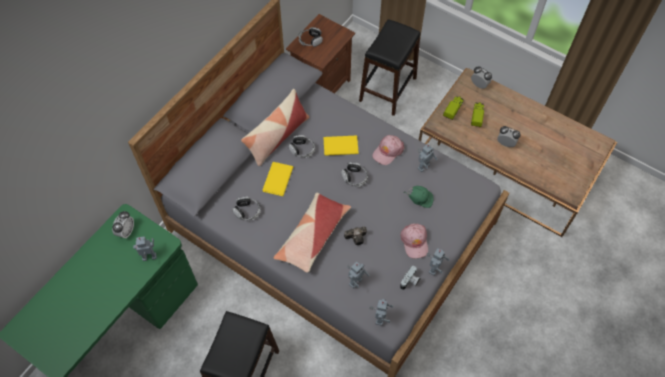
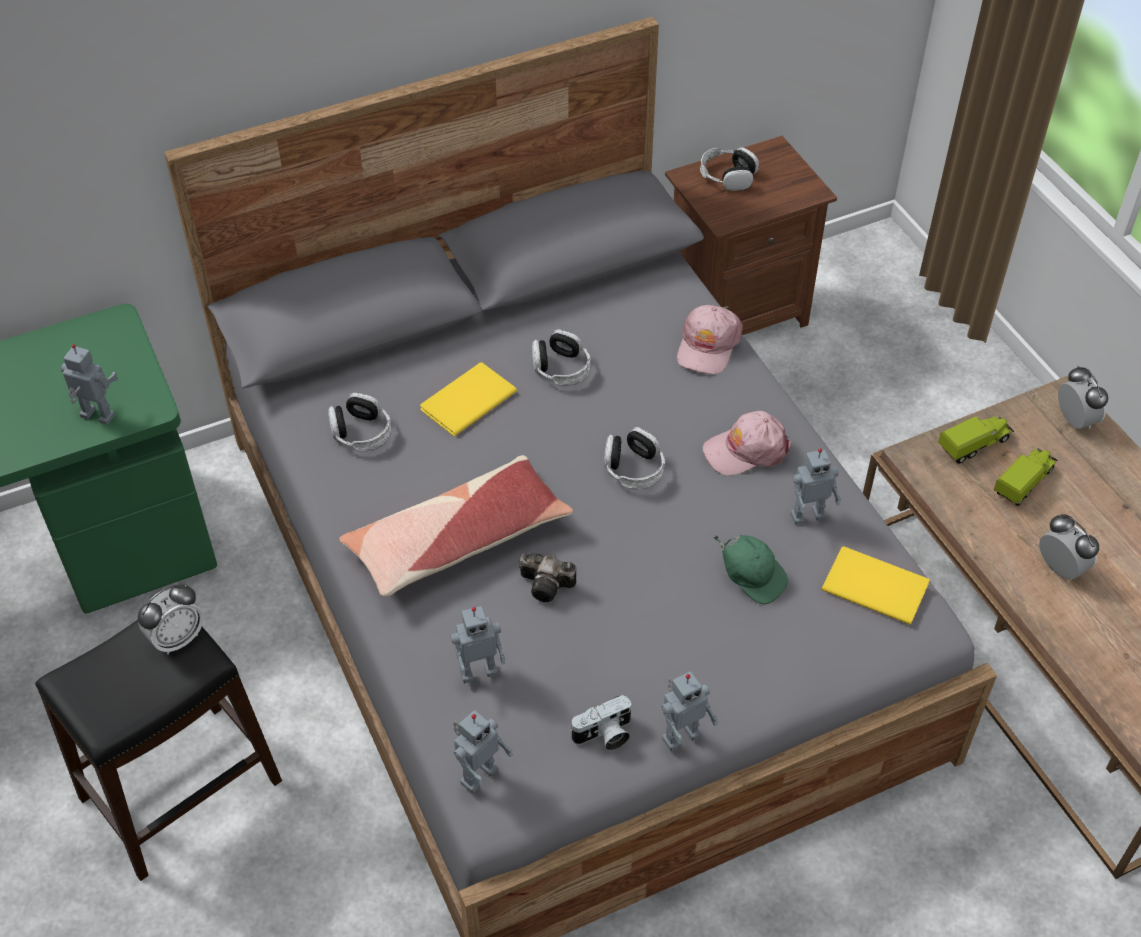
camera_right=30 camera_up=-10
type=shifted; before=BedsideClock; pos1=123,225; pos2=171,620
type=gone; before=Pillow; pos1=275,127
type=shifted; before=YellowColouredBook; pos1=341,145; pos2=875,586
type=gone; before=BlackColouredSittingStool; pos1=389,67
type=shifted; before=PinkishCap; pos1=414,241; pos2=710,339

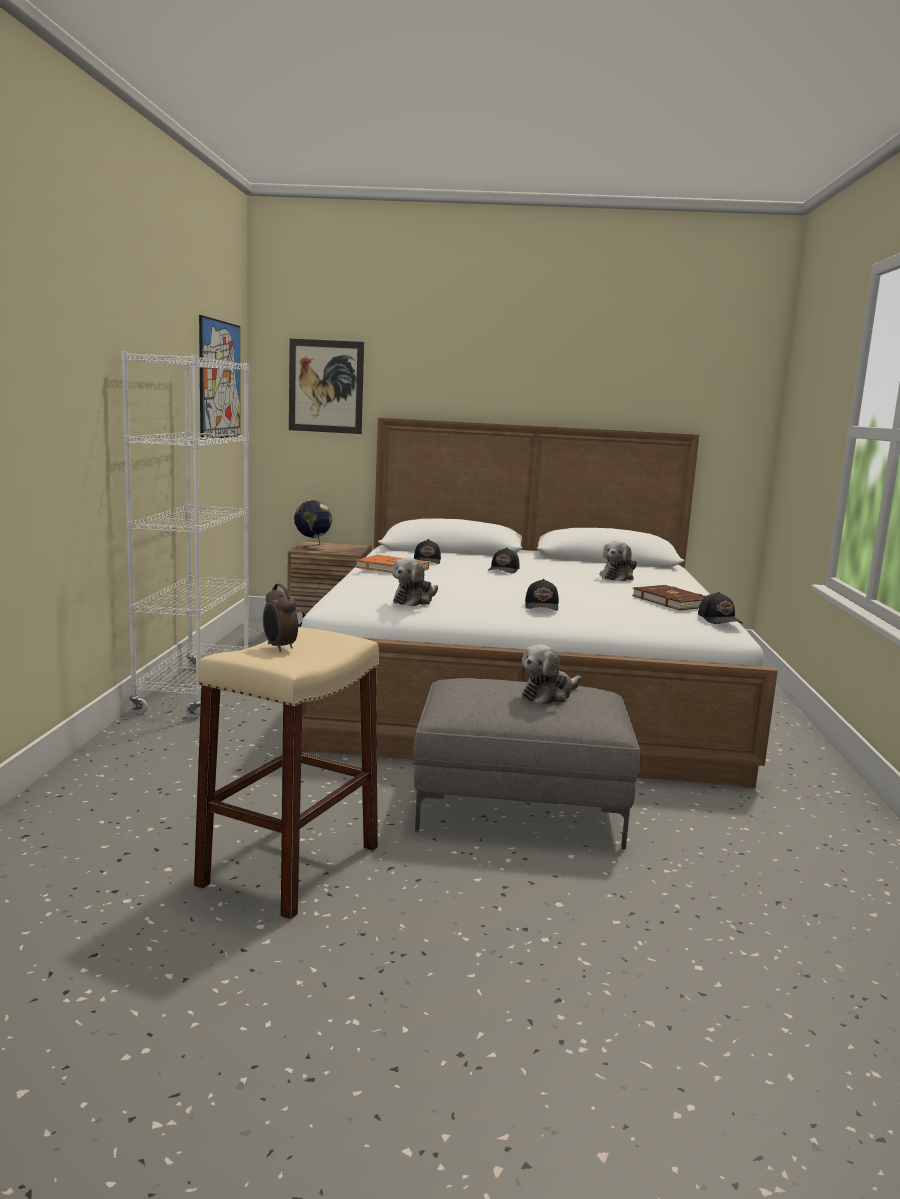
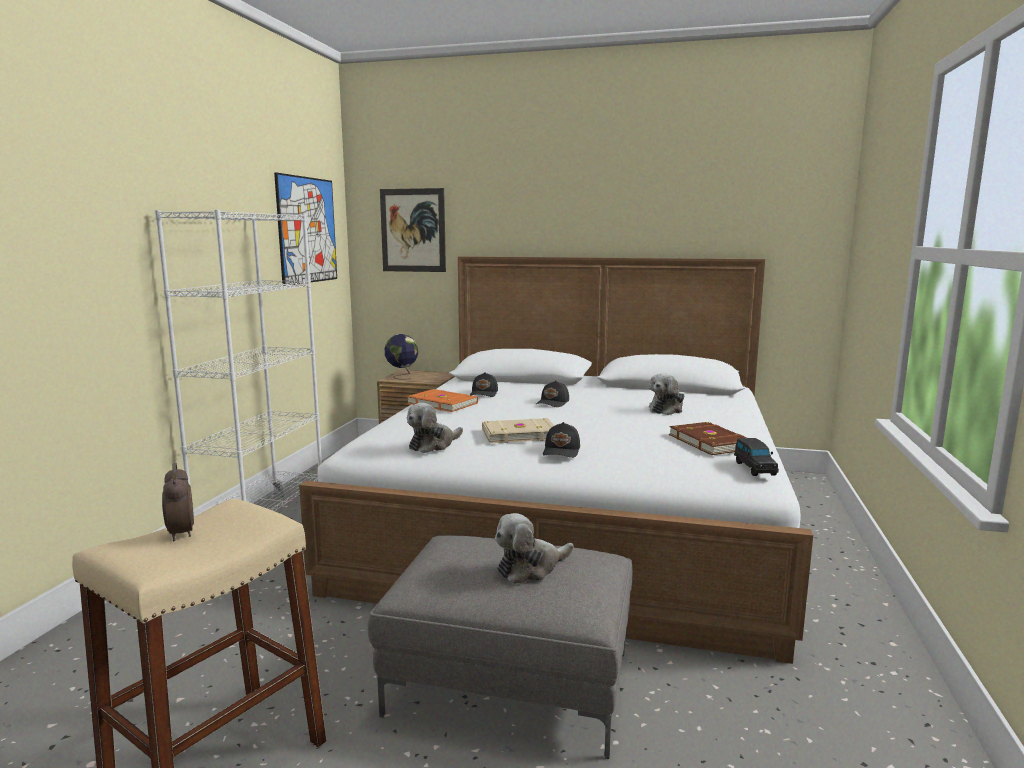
camera_right=10 camera_up=0
type=swapped; before=BlackColouredCap; after=BlackColouredModelCar; pos1=720,608; pos2=756,457
type=new; after=BeigeColouredBook; pos2=518,430

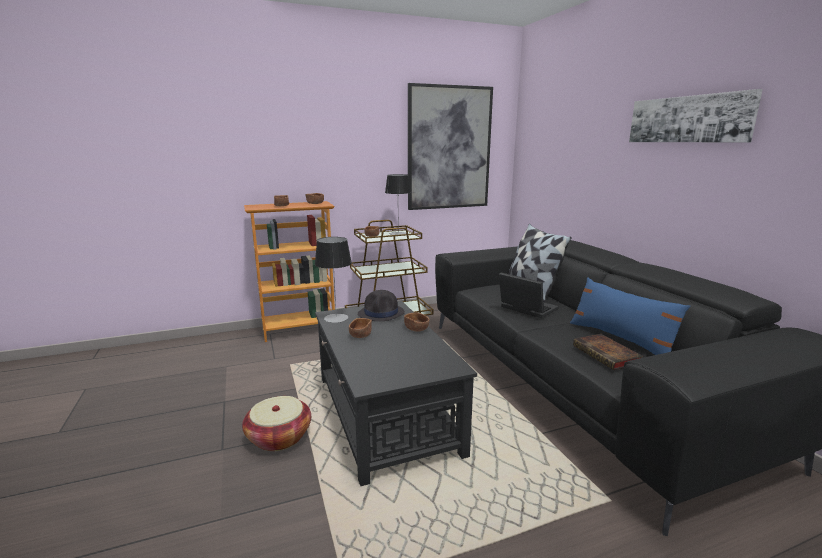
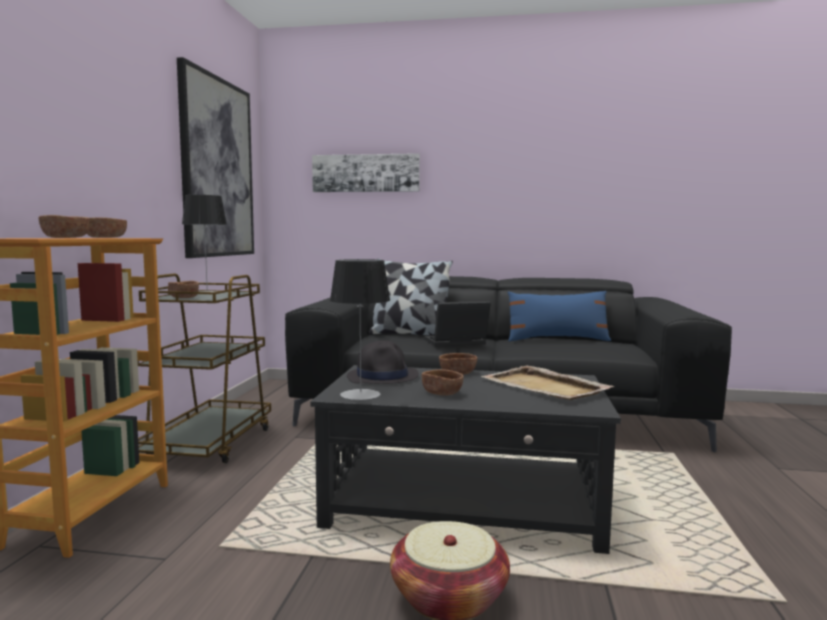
camera_right=-60 camera_up=-10
type=gone; before=Book; pos1=608,352
type=shifted; before=WallArt; pos1=696,116; pos2=366,172
type=new; after=BeigeColouredCarryingTray; pos2=548,382

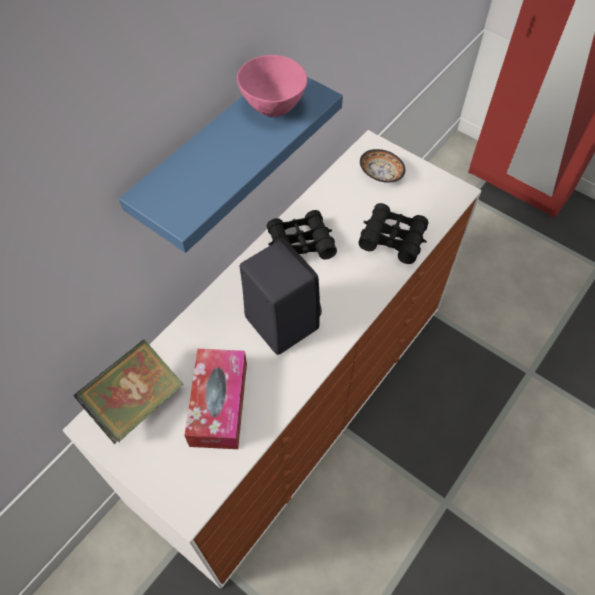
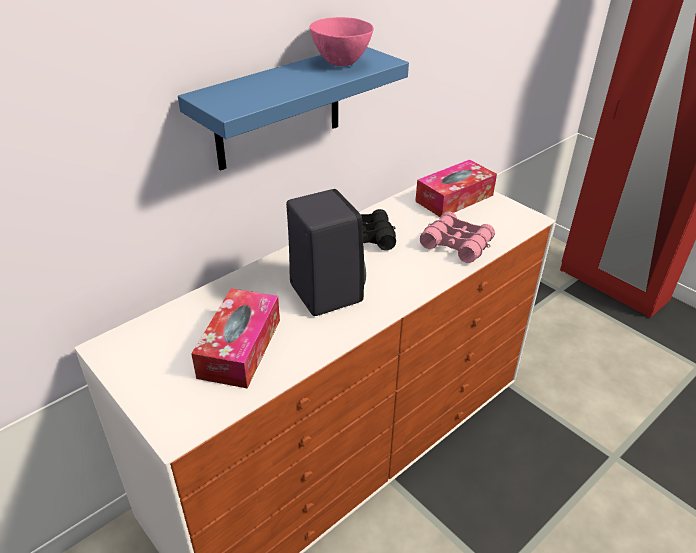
camera_right=10 camera_up=-20
type=gone; before=Book; pos1=129,391
type=repainted; before=BlackColouredPairOfBinoculars; after=PinkishPairOfBinoculars; pos1=394,233; pos2=457,237
type=swapped; before=Bowl; after=TissueBox; pos1=382,166; pos2=456,188

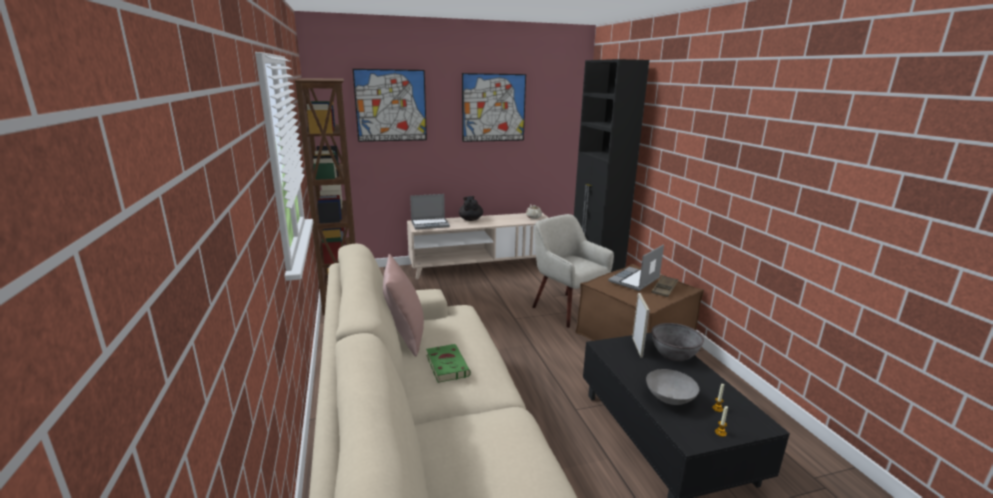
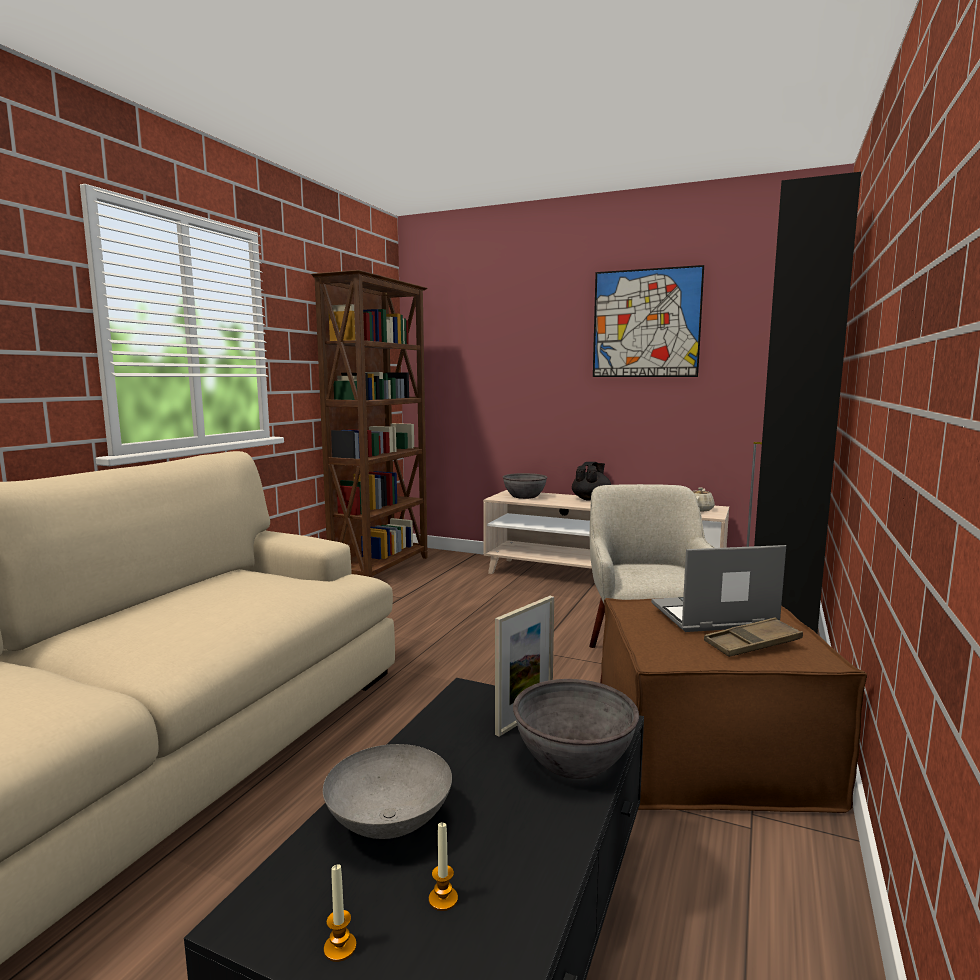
camera_right=40 camera_up=-10
type=gone; before=WallArt; pos1=390,105
type=gone; before=PinkishPillow; pos1=403,305
type=swapped; before=Laptop; after=GreyishBowl; pos1=430,212; pos2=525,486
type=gone; before=GreenBook; pos1=448,363

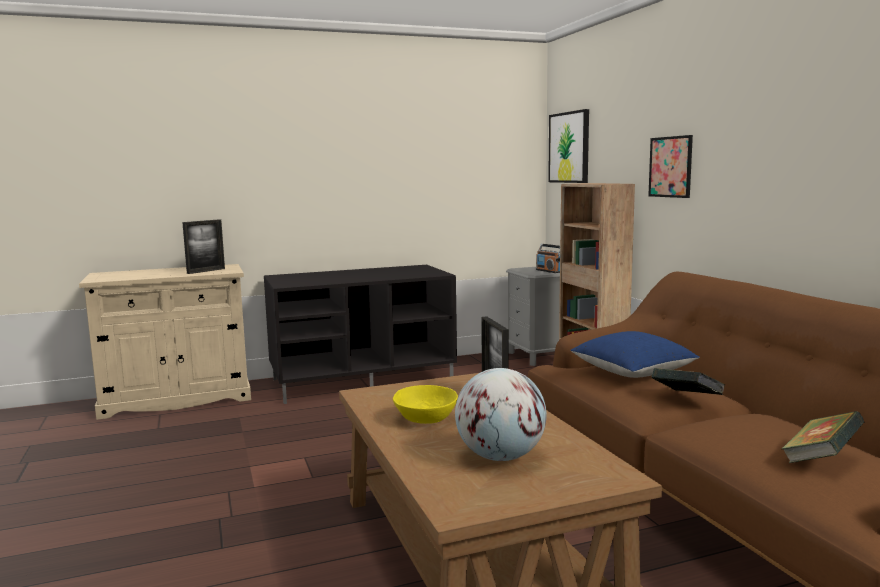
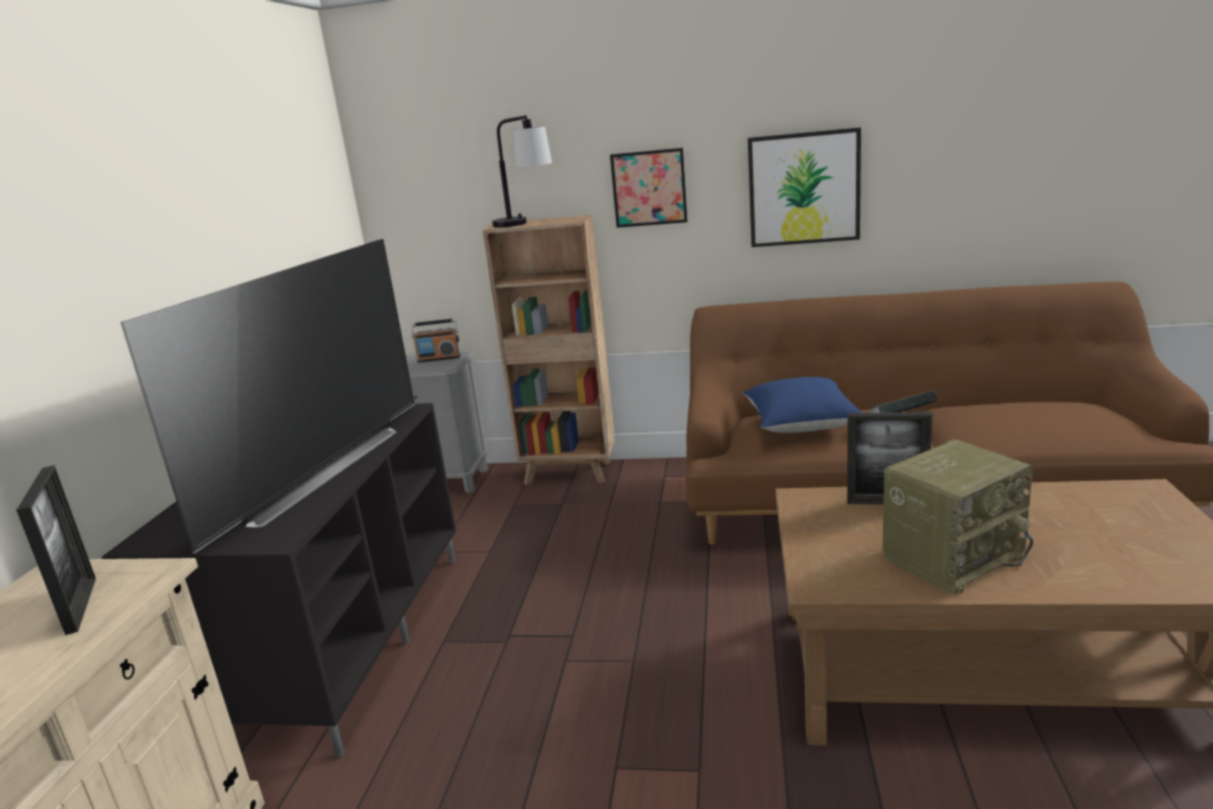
camera_right=-60 camera_up=10
type=swapped; before=YellowColouredBowl; after=RadioReceiver; pos1=425,404; pos2=958,517
type=gone; before=DeskGlobe; pos1=501,414
type=shifted; before=WallArt; pos1=568,146; pos2=804,187
type=gone; before=Book; pos1=823,437
type=new; after=Tv; pos2=267,396
type=new; after=LampForATable; pos2=522,171

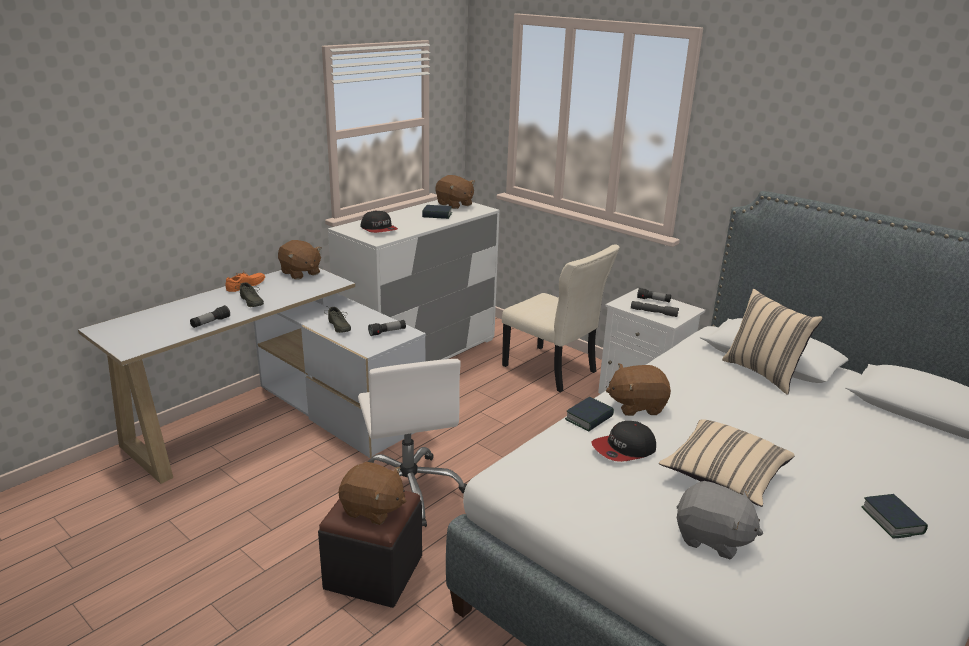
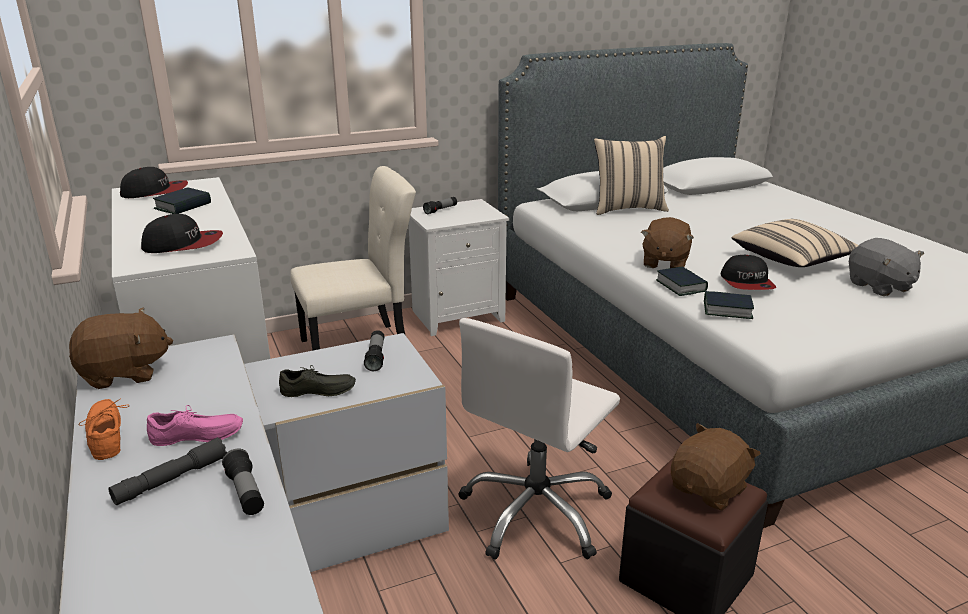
camera_right=-65 camera_up=0
type=repainted; before=GreyishShoe; after=PinkishShoe; pos1=249,294; pos2=195,425
type=rotated; before=WhiteColouredOfficeChair; pos1=412,443; pos2=539,439; turn=120
type=swapped; before=BrownColouredSoftToy; after=Cap; pos1=455,192; pos2=154,182
type=shifted; before=GreyishHandTorch; pos1=655,309; pos2=167,471
type=rotated; before=GreyishSoftToy; pos1=720,520; pos2=886,267; turn=105
type=shifted; before=Book; pos1=894,516; pos2=729,305

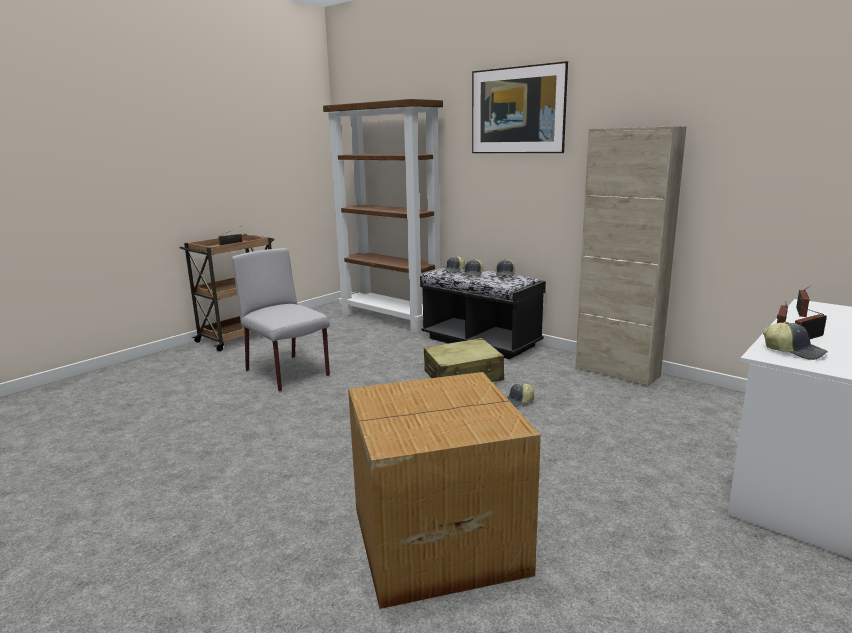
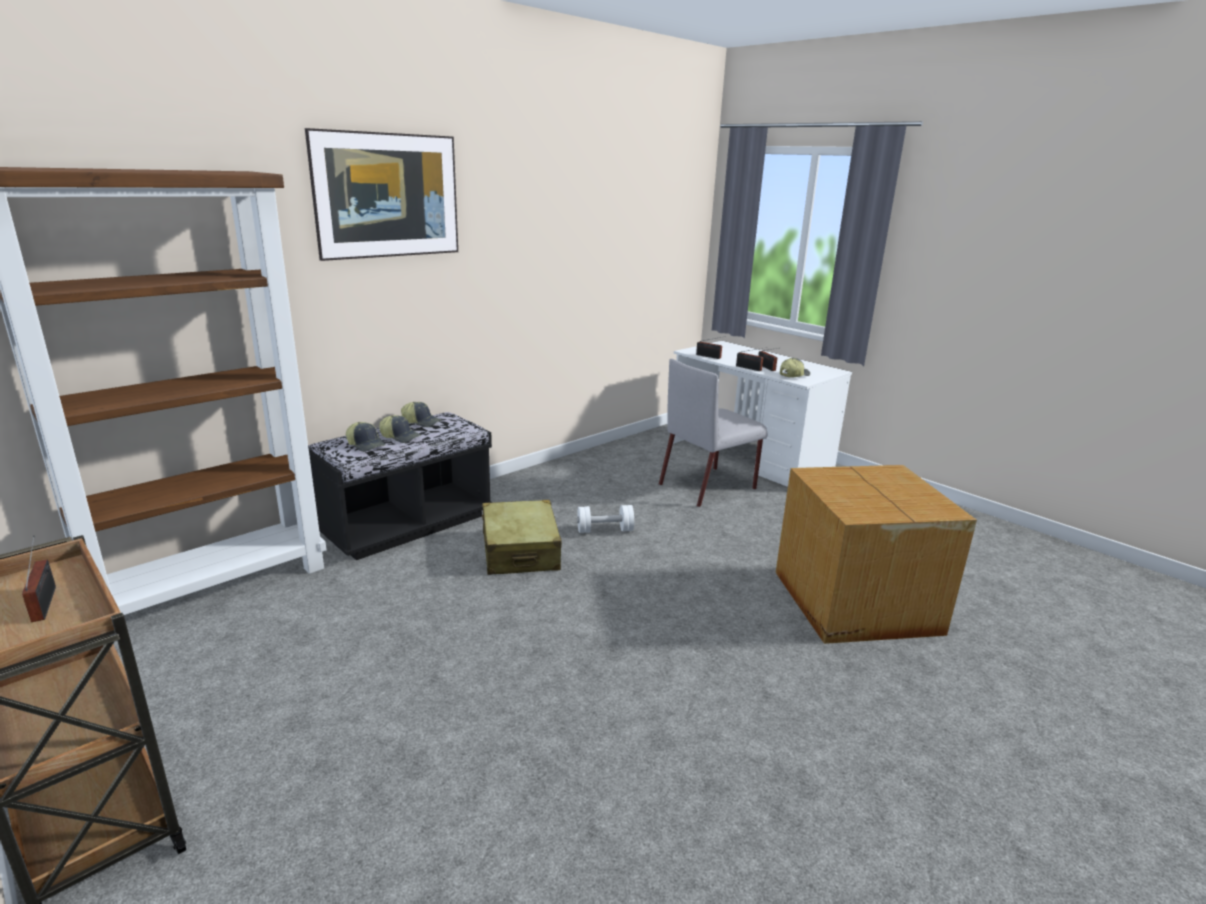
camera_right=-85 camera_up=5
type=shifted; before=GreyishUprightChair; pos1=281,319; pos2=713,433
type=swapped; before=Cap; after=WhiteColouredHandWeight; pos1=520,395; pos2=605,519
type=gone; before=BeigeColouredCupboard; pos1=630,256

